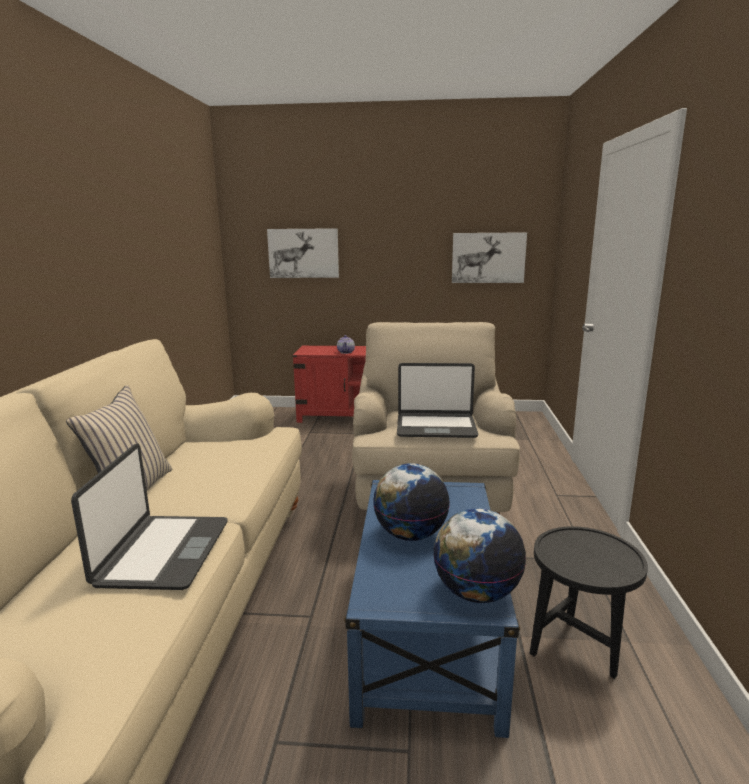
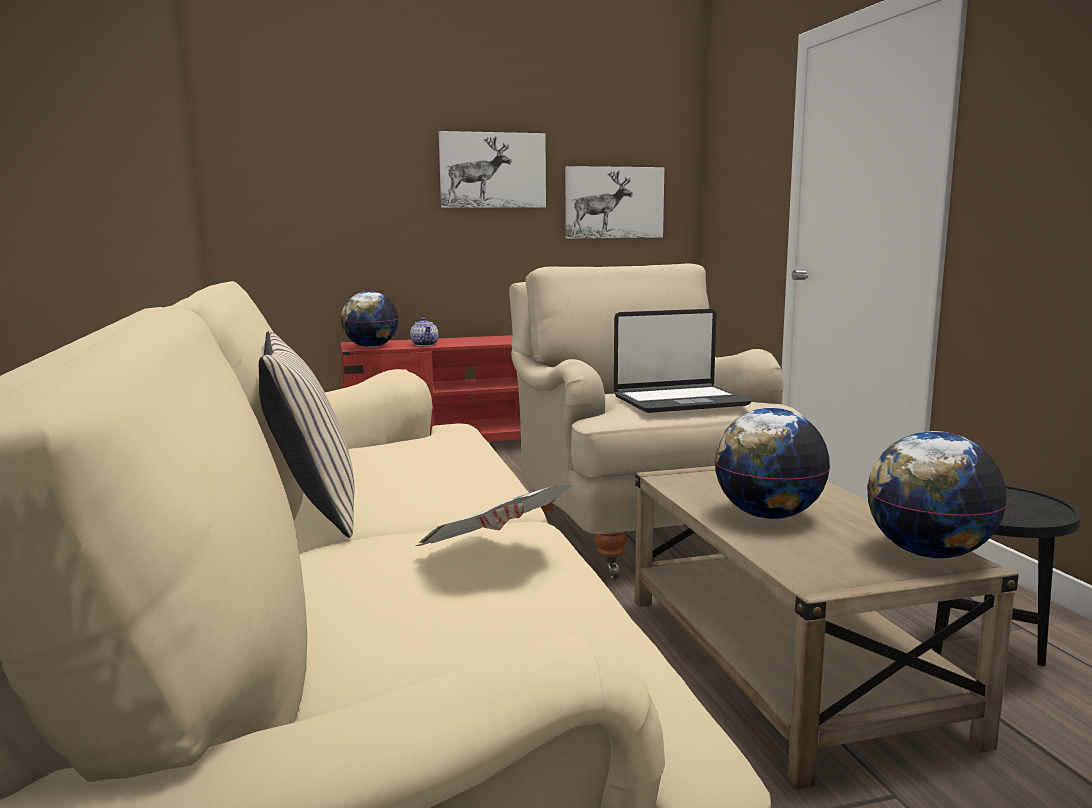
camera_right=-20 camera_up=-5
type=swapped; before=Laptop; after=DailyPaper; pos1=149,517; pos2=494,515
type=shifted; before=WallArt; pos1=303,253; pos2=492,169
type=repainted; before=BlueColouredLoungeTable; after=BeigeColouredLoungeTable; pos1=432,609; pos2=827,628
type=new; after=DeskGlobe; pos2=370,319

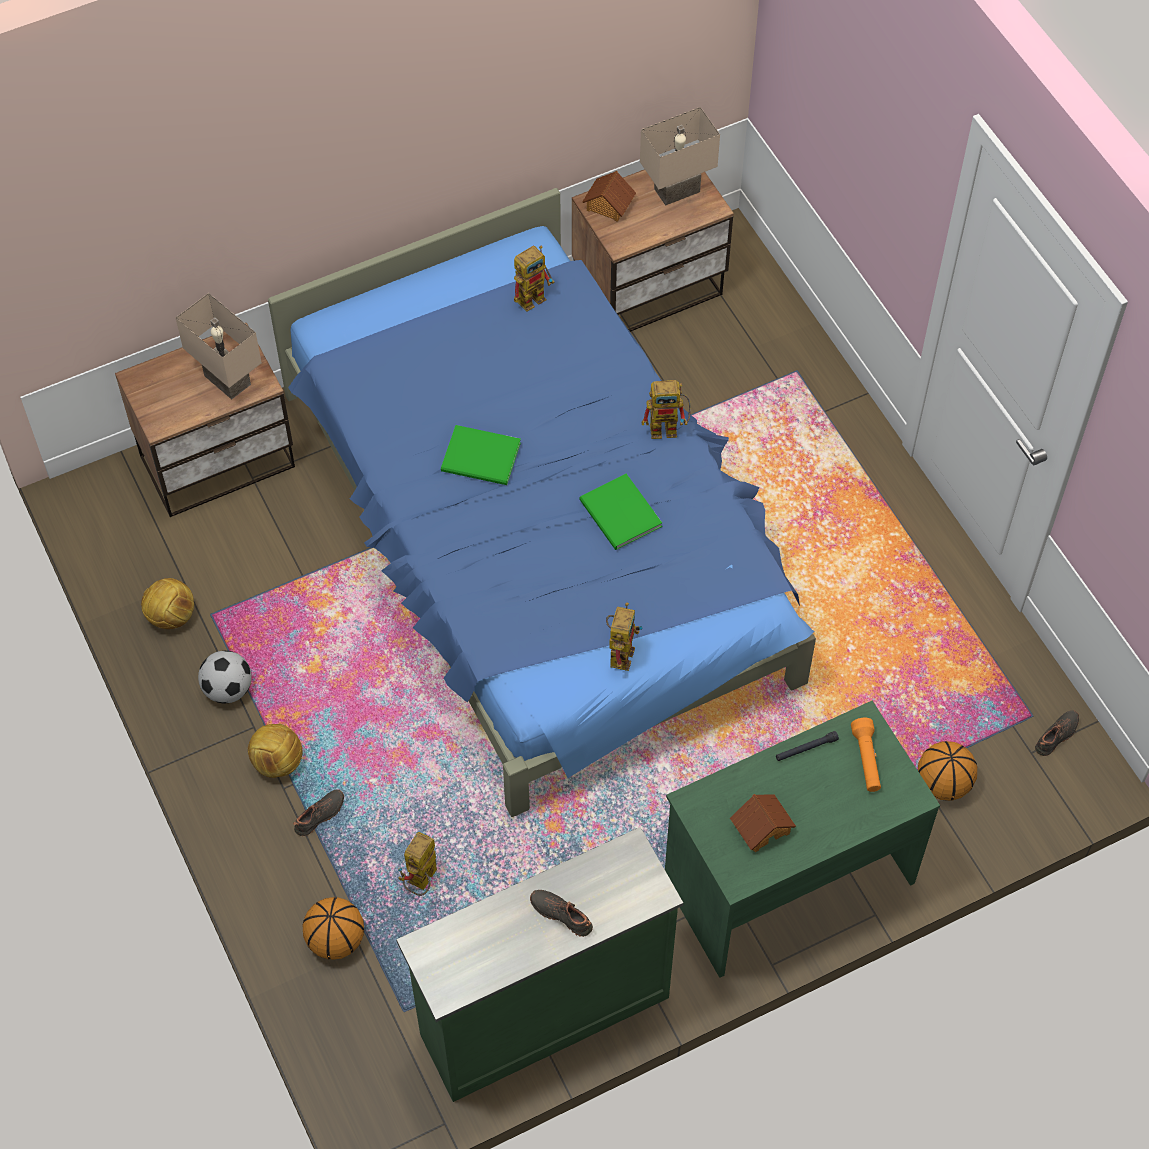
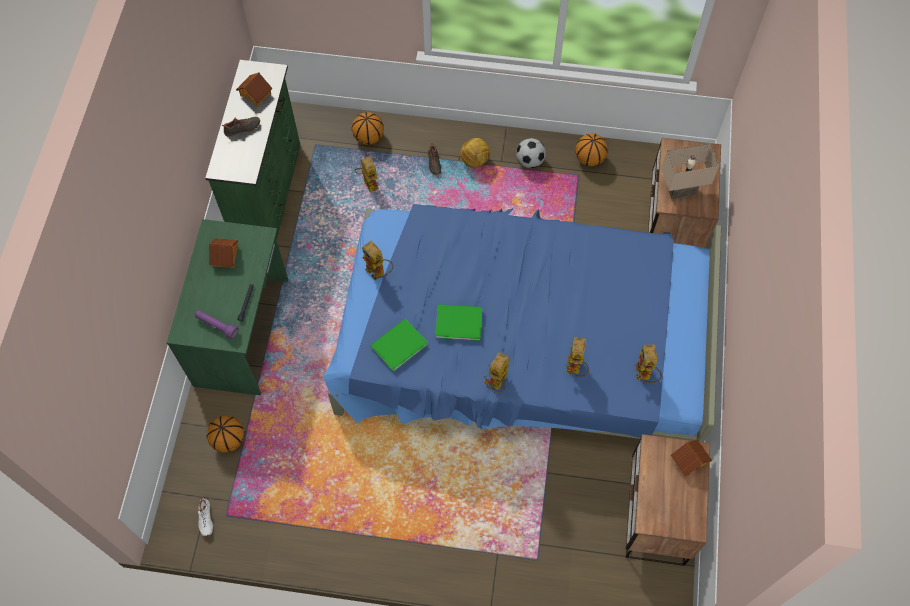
camera_right=125 camera_up=5
type=swapped; before=Football; after=BasketballBall; pos1=167,603; pos2=591,149
type=shifted; before=GreenBook; pos1=481,455; pos2=399,345
type=gone; before=BeigeColouredLampForATable; pos1=680,156
type=repainted; before=OrangeHandTorch; after=PurplishHandTorch; pos1=866,755; pos2=217,325
type=repainted; before=BlackColouredShoe; after=WhiteColouredShoe; pos1=1057,733; pos2=205,516
type=new; after=ToyHouse; pos2=254,90
type=new; after=ModelRobot; pos2=577,357

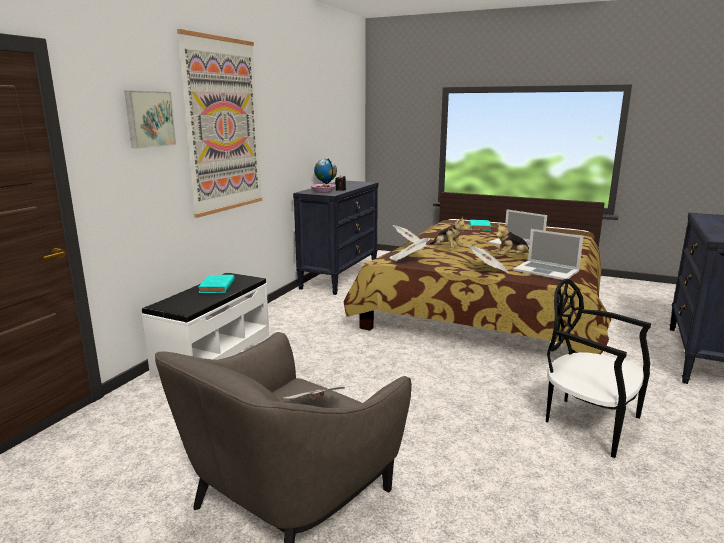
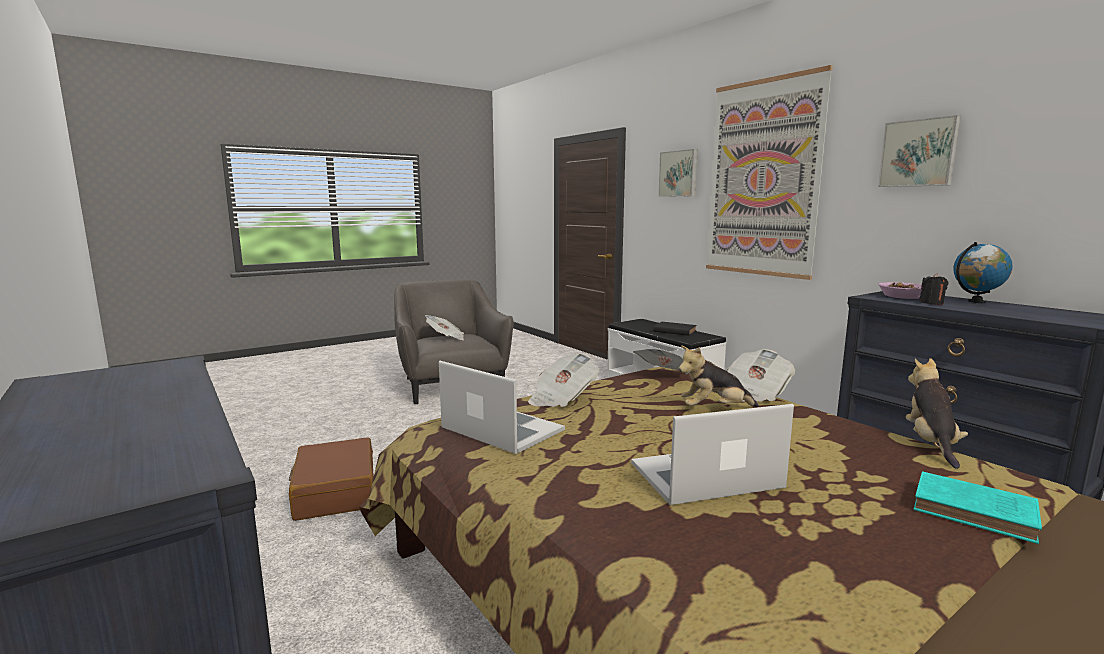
camera_right=120 camera_up=-5
type=repainted; before=TurquoiseColouredBook; after=BlackColouredBook; pos1=216,284; pos2=675,329
type=shifted; before=SoftToy; pos1=512,239; pos2=937,413
type=rotated; before=Laptop; pos1=548,254; pos2=502,407; turn=60
type=swapped; before=BlackColouredUprightChair; after=BrownColouredTravelCase; pos1=598,368; pos2=331,479
type=new; after=WallArt; pos2=919,151

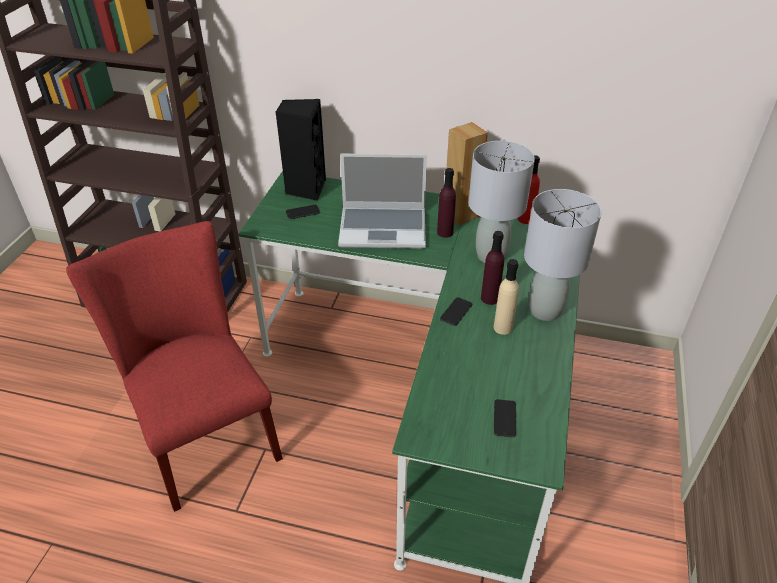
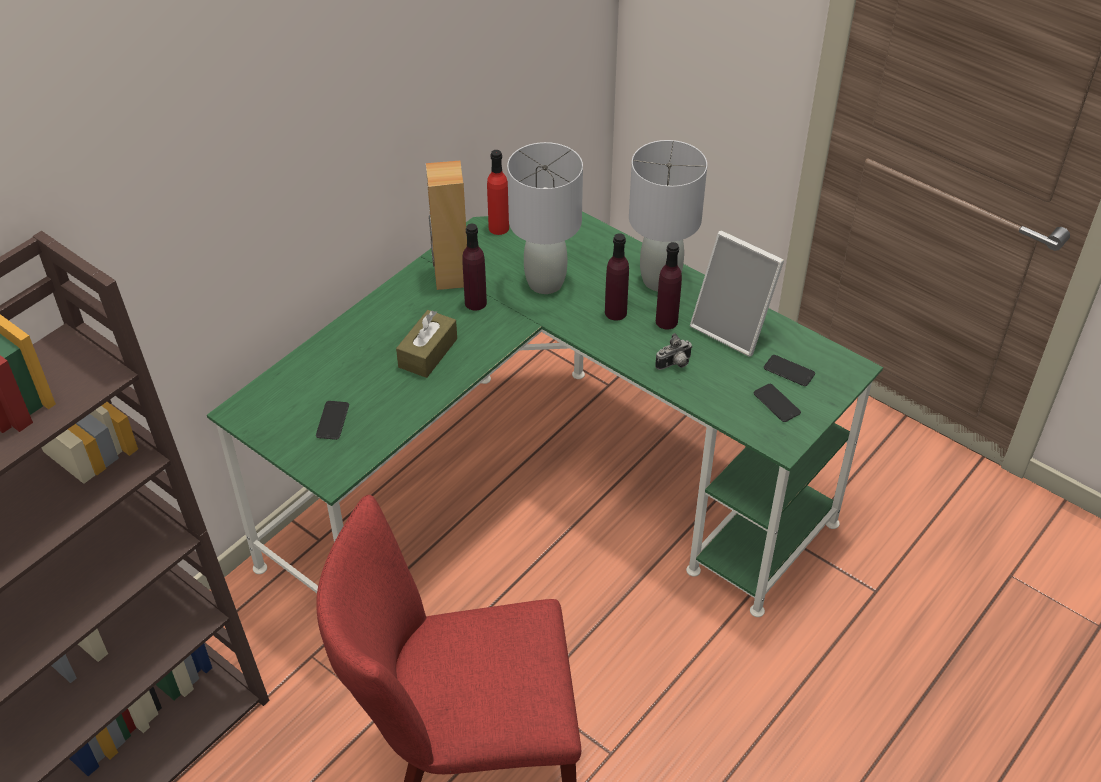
camera_right=-65 camera_up=5
type=gone; before=BlackColouredAudioSpeaker; pos1=301,150
type=swapped; before=Laptop; after=BrownColouredTissueBox; pos1=382,201; pos2=426,344
type=shifted; before=Handset; pos1=456,311; pos2=777,403
type=repainted; before=BeigeColouredBottle; after=PurplishBottle; pos1=506,297; pos2=669,285
type=new; after=StillCamera; pos2=674,351
type=new; after=PictureFrame; pos2=737,294

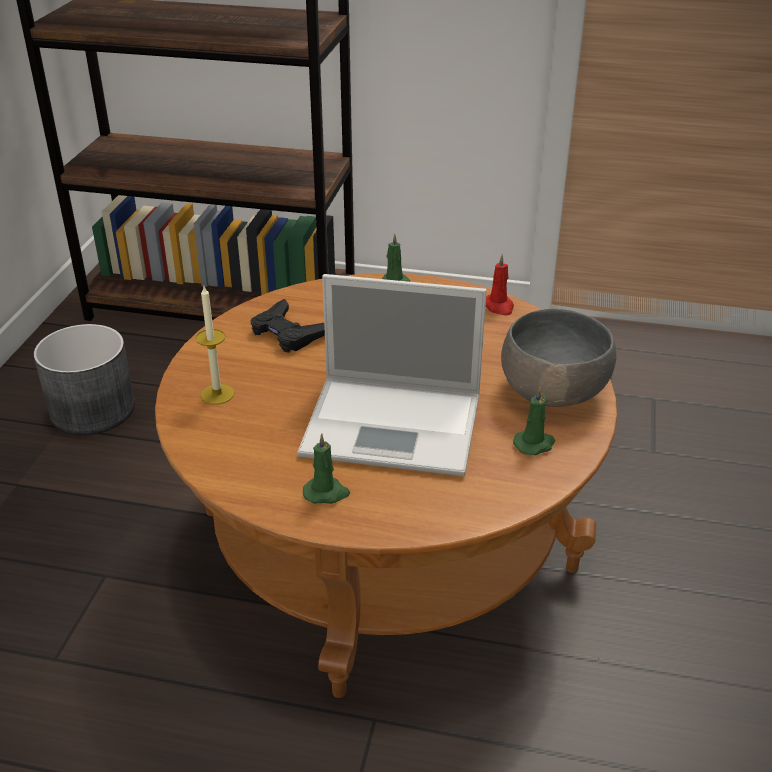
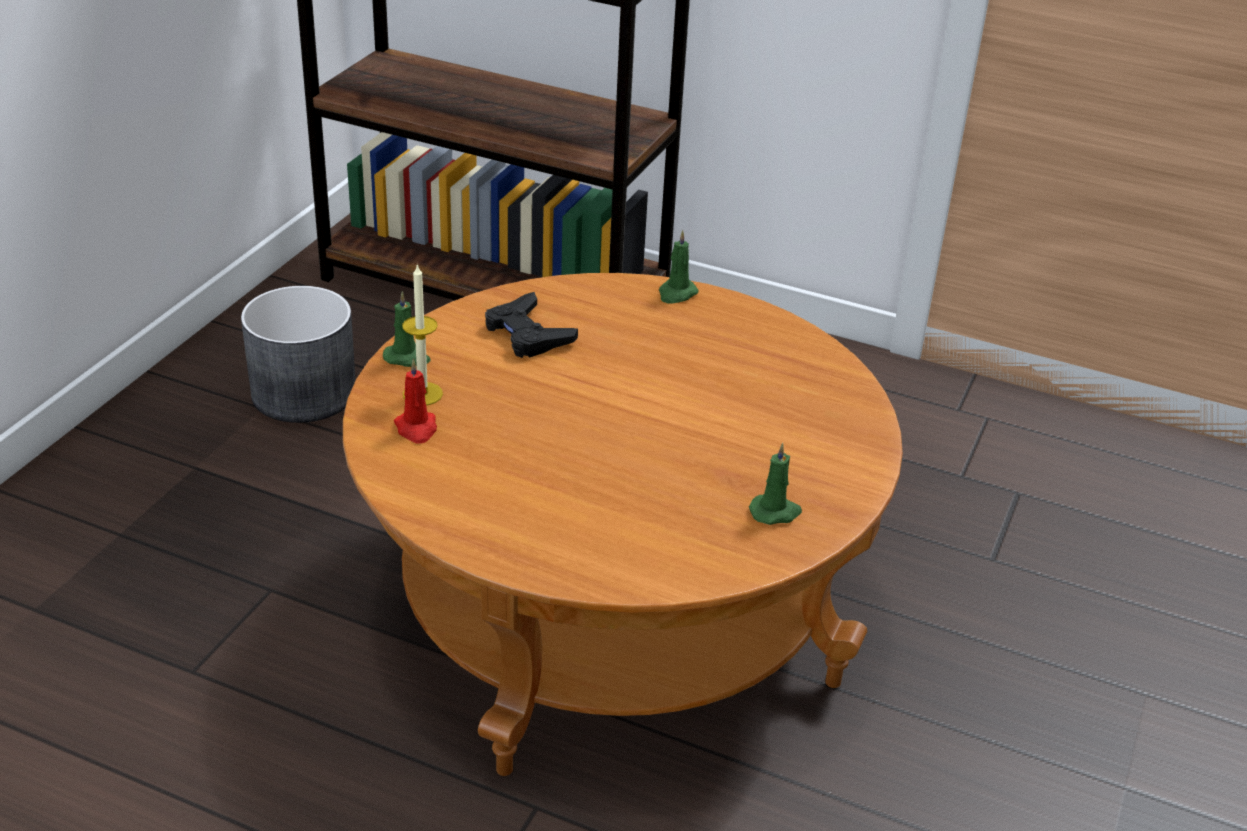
camera_right=10 camera_up=0
type=gone; before=Laptop; pos1=392,375
type=shifted; before=GreenWaxLight; pos1=326,469; pos2=406,329
type=shifted; before=RedColouredWaxLight; pos1=500,285; pos2=415,401
type=gone; before=GreyishBowl; pos1=558,358

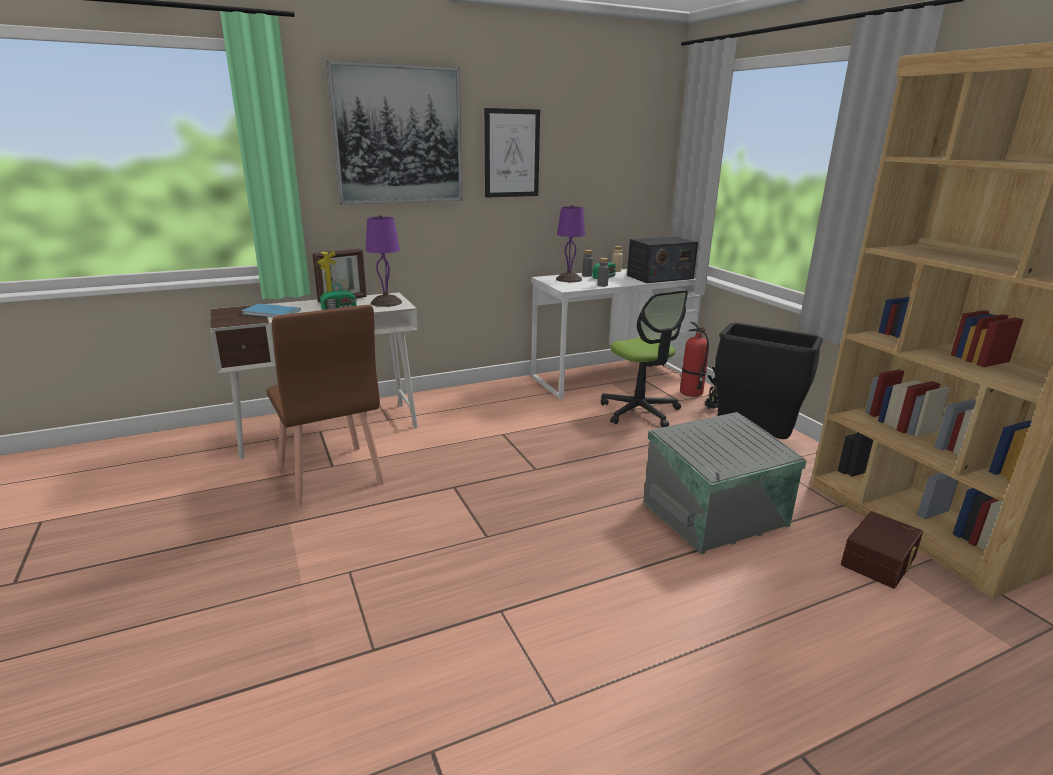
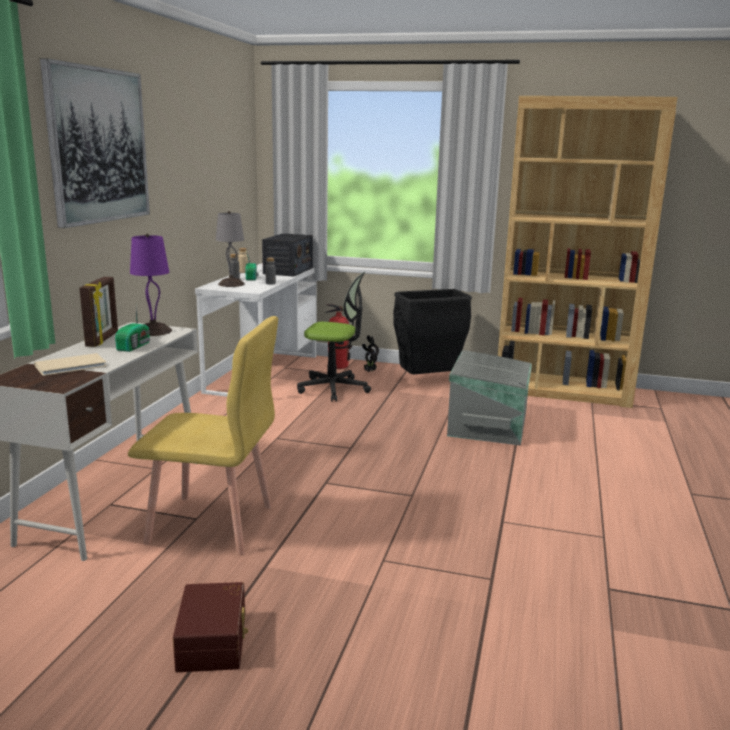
camera_right=-50 camera_up=-5
type=repainted; before=BlueColouredBook; after=BeigeColouredBook; pos1=271,310; pos2=70,364
type=repainted; before=BrownColouredUprightChair; after=YellowColouredUprightChair; pos1=326,406; pos2=203,435
type=gone; before=WallArt; pos1=512,153
type=repainted; before=PurplishLampForATable; after=GreyishLampForATable; pos1=570,243; pos2=230,249
type=shifted; before=BrownColouredStorageBox; pos1=882,550; pos2=210,627

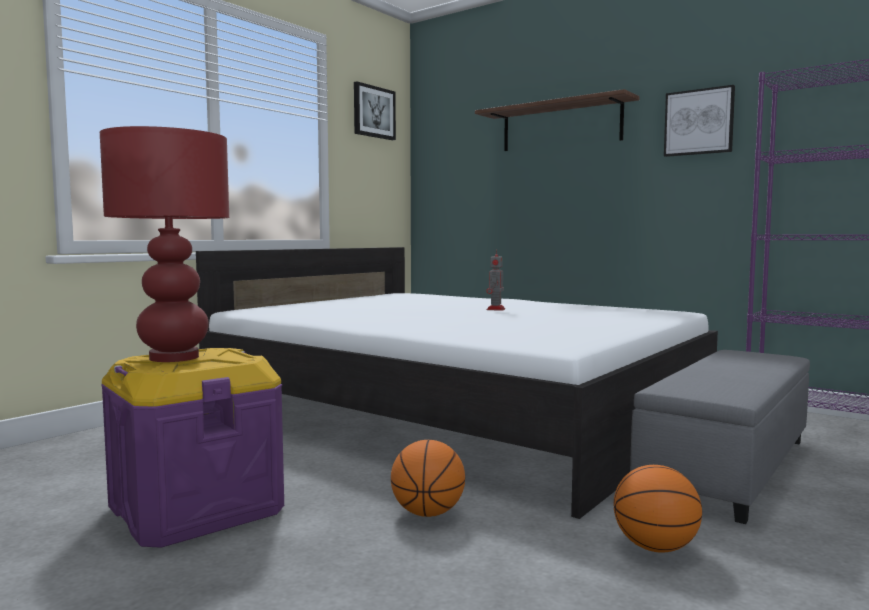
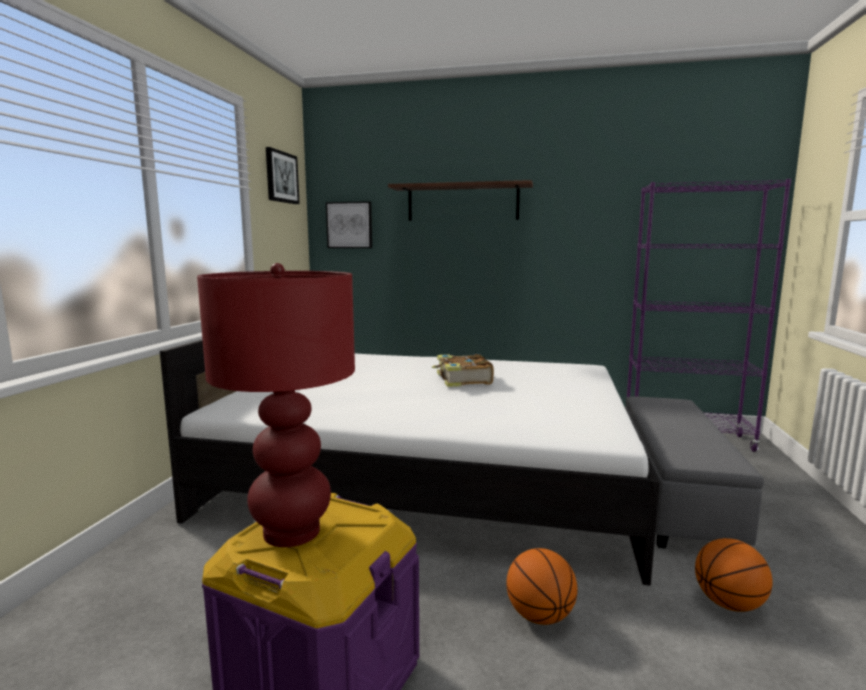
camera_right=-25 camera_up=5
type=swapped; before=ModelRobot; after=Book; pos1=495,280; pos2=463,370
type=shifted; before=WallArt; pos1=699,121; pos2=349,224

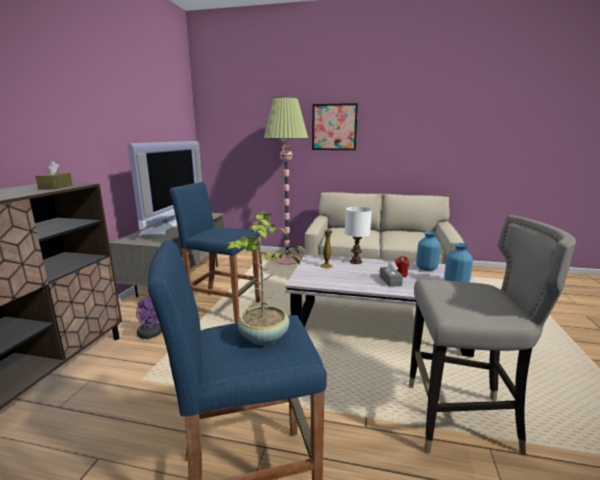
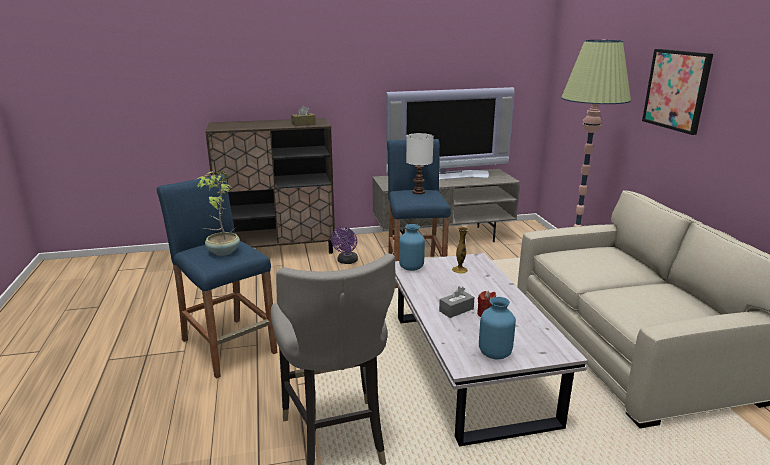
camera_right=65 camera_up=5
type=shifted; before=WhiteColouredLampForATable; pos1=358,235; pos2=420,163
type=shifted; before=BlueColouredVase; pos1=428,251; pos2=412,247

